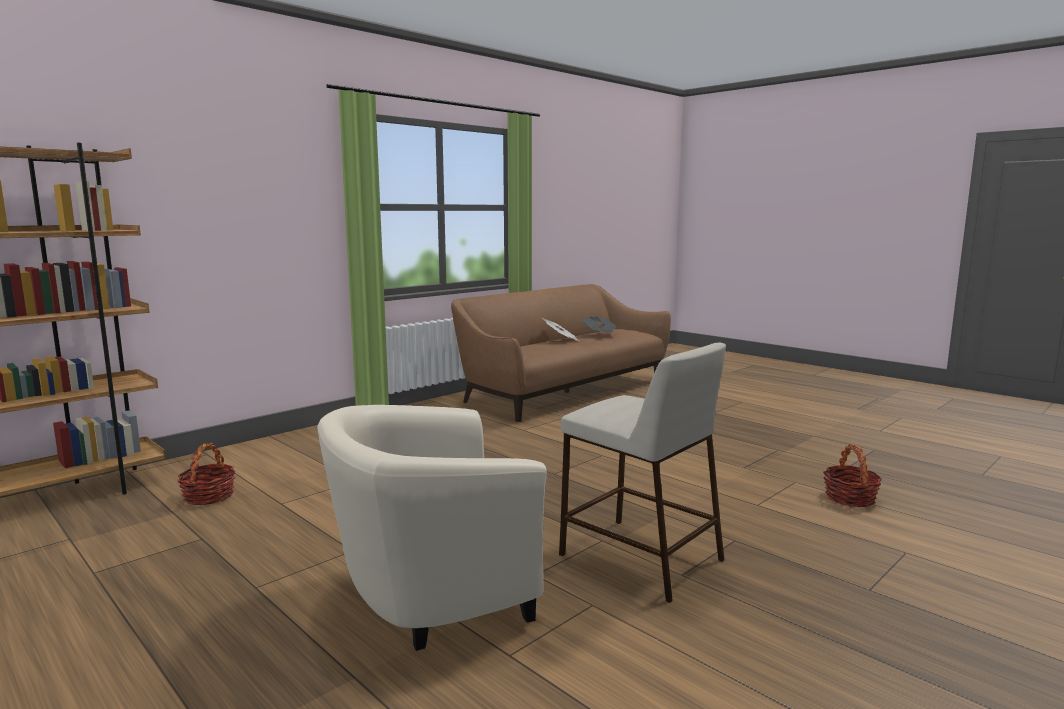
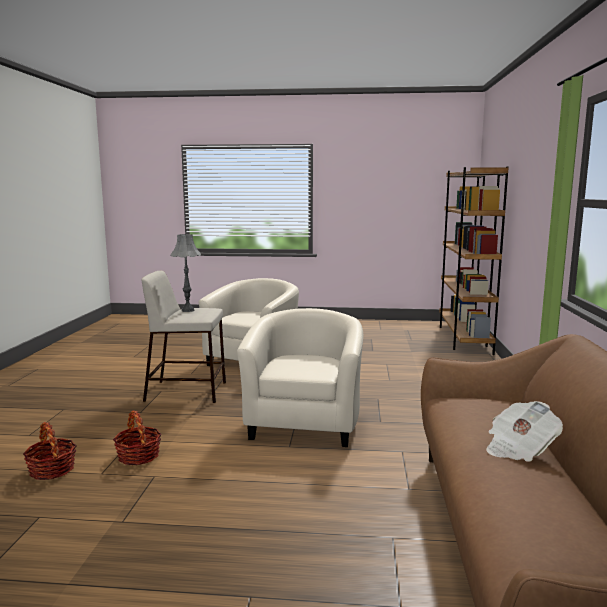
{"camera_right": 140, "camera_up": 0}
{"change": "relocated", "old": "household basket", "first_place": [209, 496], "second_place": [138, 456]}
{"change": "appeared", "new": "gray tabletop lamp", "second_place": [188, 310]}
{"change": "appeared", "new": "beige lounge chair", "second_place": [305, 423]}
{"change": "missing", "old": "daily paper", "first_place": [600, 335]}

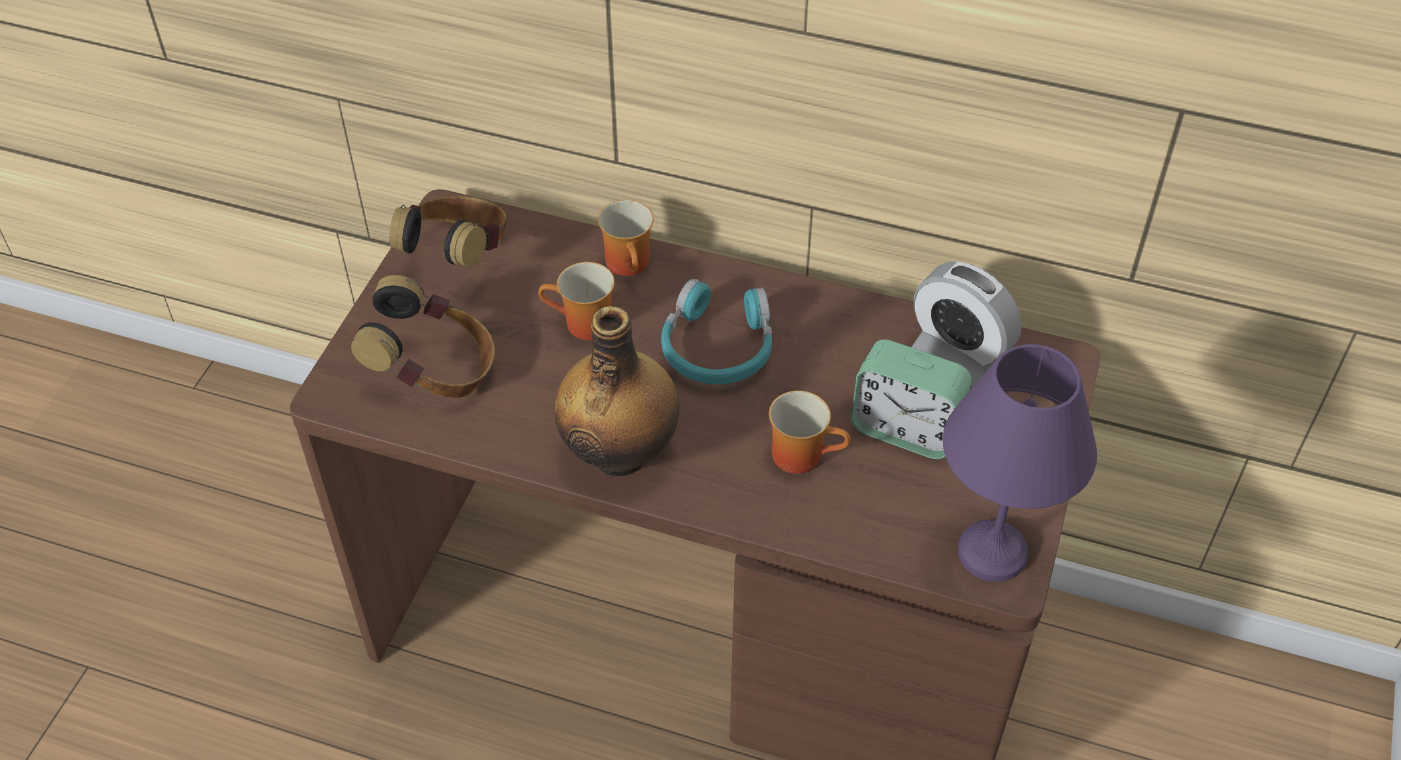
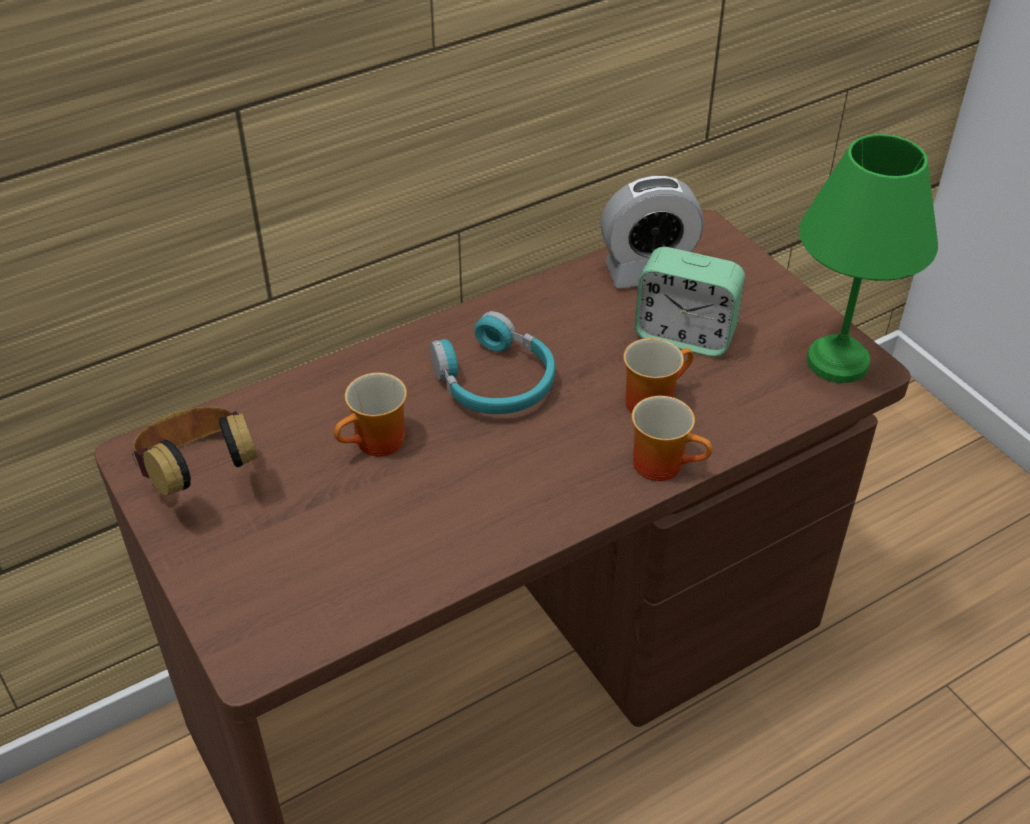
{"camera_right": -50, "camera_up": -5}
{"change": "relocated", "old": "tea mug", "first_place": [632, 264], "second_place": [664, 463]}
{"change": "spun", "old": "alarm clock", "first_place": [905, 429], "second_place": [684, 335], "degrees": 45}
{"change": "colour", "old": "purplish tabletop lamp", "new": "green tabletop lamp", "first_place": [988, 553], "second_place": [836, 363]}
{"change": "missing", "old": "pair of headphones", "first_place": [435, 372]}
{"change": "missing", "old": "drink bottle", "first_place": [621, 452]}

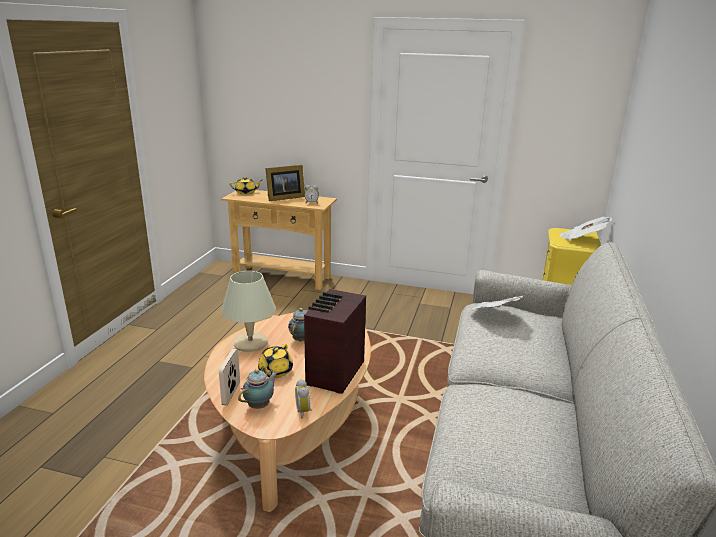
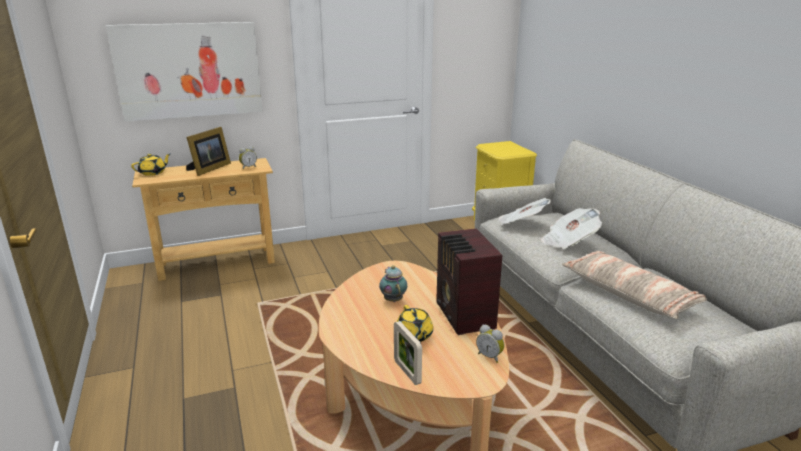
{"camera_right": -35, "camera_up": 0}
{"change": "appeared", "new": "wall picture", "second_place": [189, 70]}
{"change": "relocated", "old": "daily paper", "first_place": [582, 239], "second_place": [569, 241]}
{"change": "appeared", "new": "pillow", "second_place": [628, 294]}
{"change": "missing", "old": "beige tabletop lamp", "first_place": [250, 343]}
{"change": "missing", "old": "teapot", "first_place": [260, 405]}

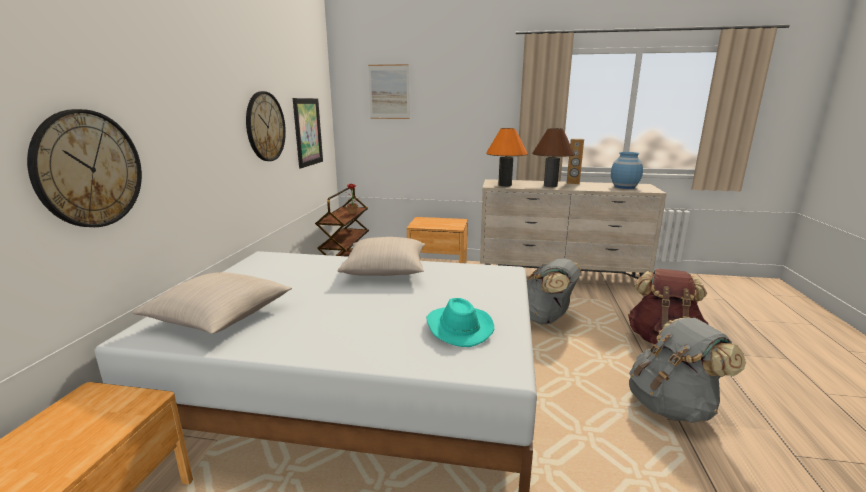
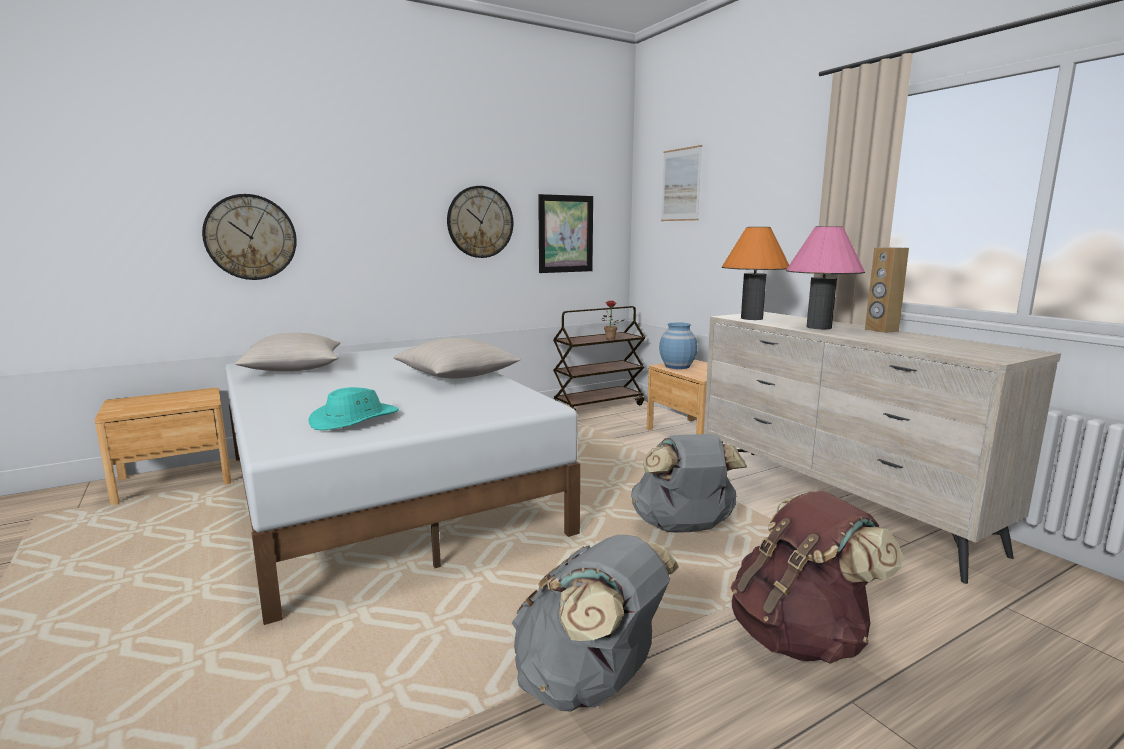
{"camera_right": 50, "camera_up": -5}
{"change": "relocated", "old": "blue-coloured flower vase", "first_place": [624, 187], "second_place": [677, 366]}
{"change": "colour", "old": "brown-coloured tabletop lamp", "new": "pinkish tabletop lamp", "first_place": [550, 185], "second_place": [819, 327]}

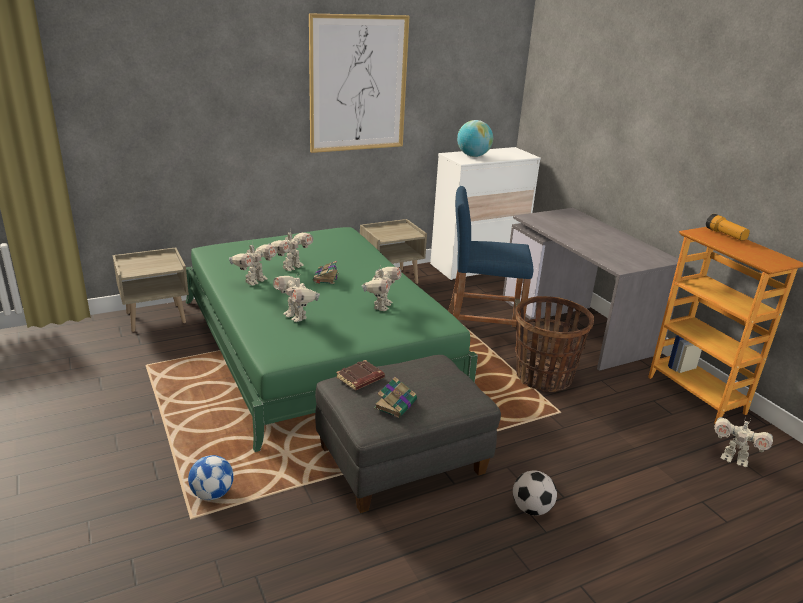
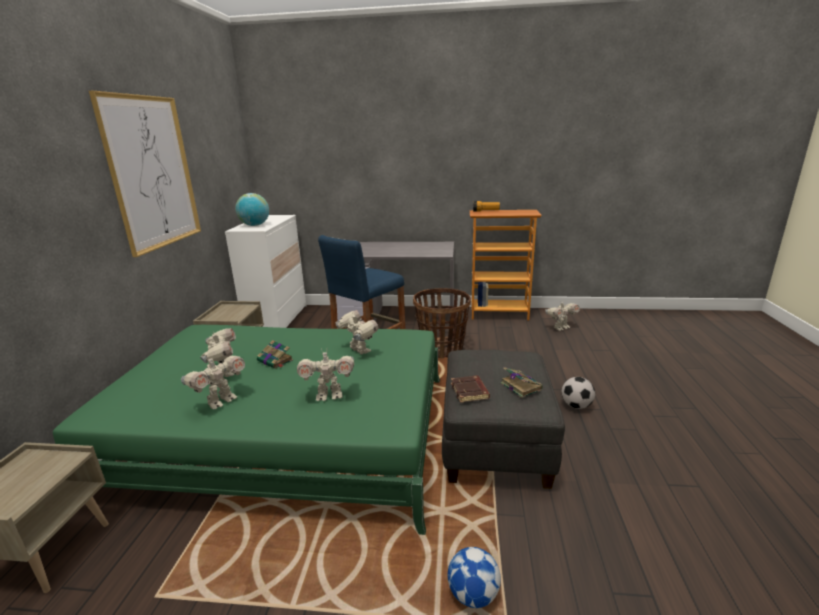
{"camera_right": -55, "camera_up": -5}
{"change": "spun", "old": "robot figure", "first_place": [254, 281], "second_place": [220, 401], "degrees": 60}

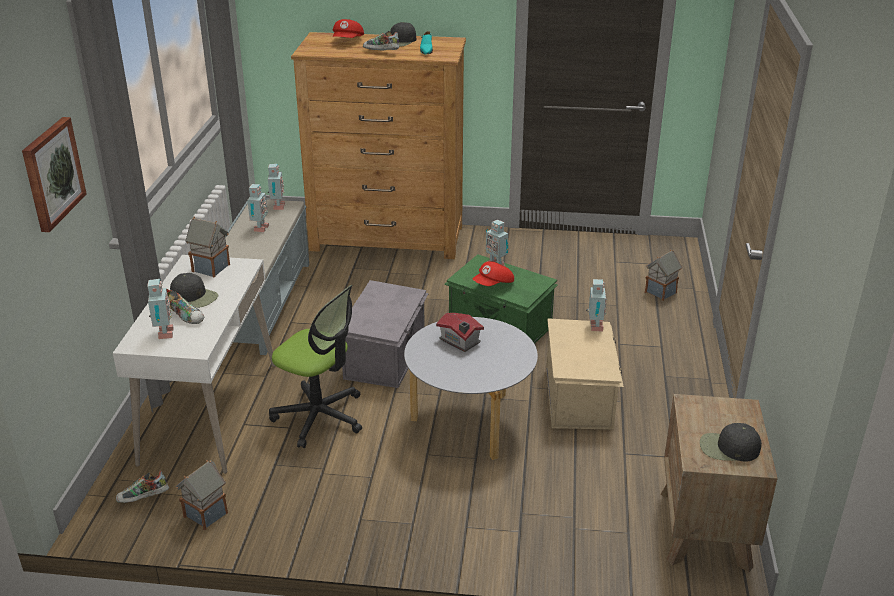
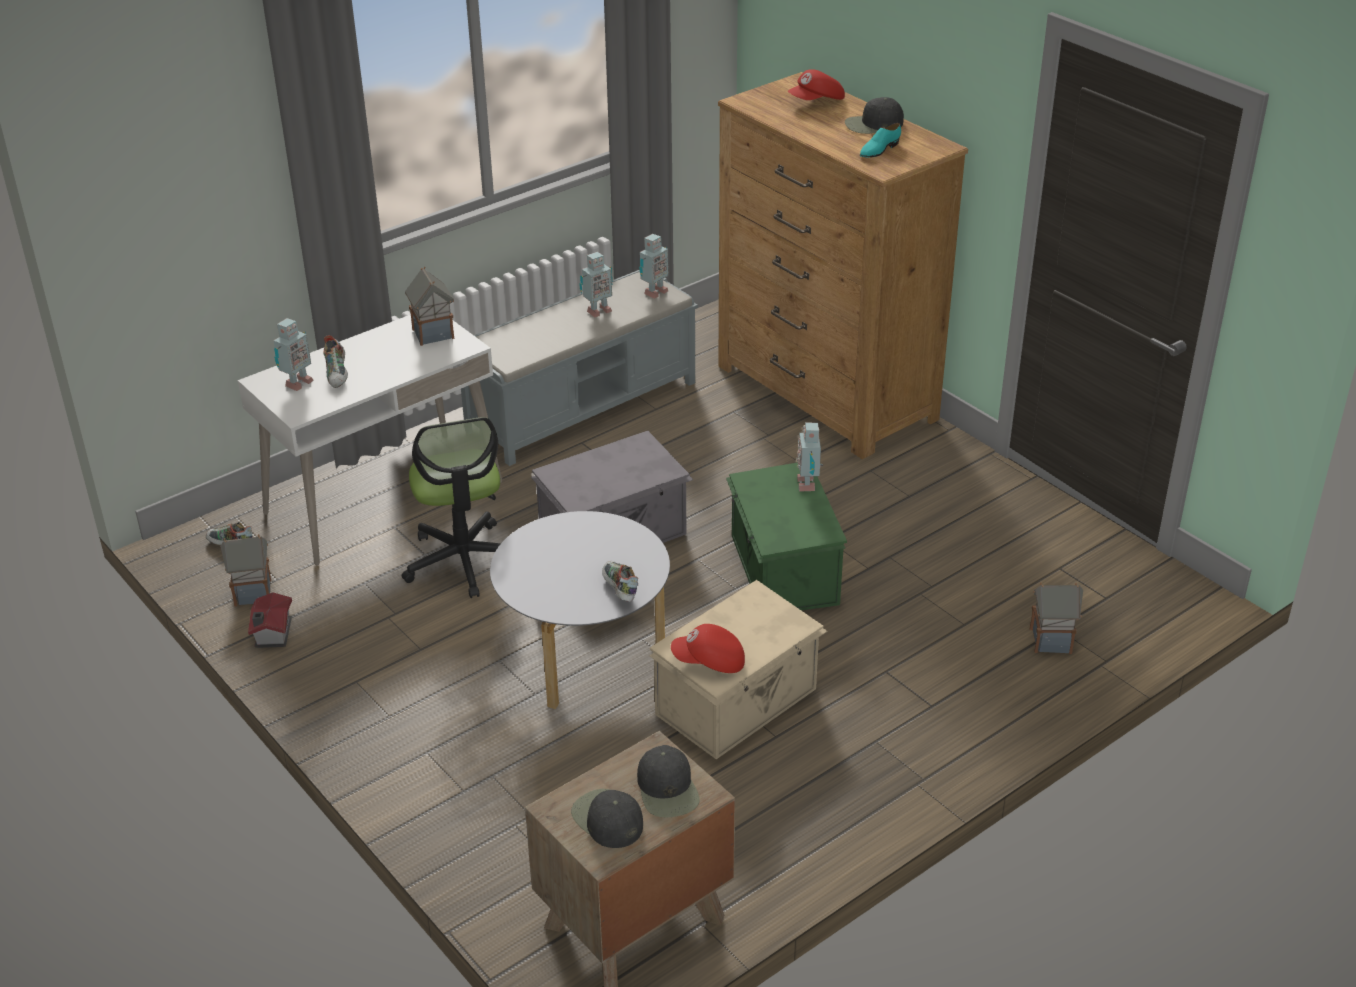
{"camera_right": 45, "camera_up": 5}
{"change": "relocated", "old": "model house", "first_place": [459, 341], "second_place": [272, 633]}
{"change": "relocated", "old": "low shoe", "first_place": [381, 52], "second_place": [619, 590]}
{"change": "relocated", "old": "blackish peaked cap", "first_place": [194, 296], "second_place": [668, 789]}
{"change": "relocated", "old": "red peaked cap", "first_place": [494, 284], "second_place": [709, 662]}
{"change": "missing", "old": "wall picture", "first_place": [52, 173]}
{"change": "missing", "old": "robot figure", "first_place": [594, 327]}

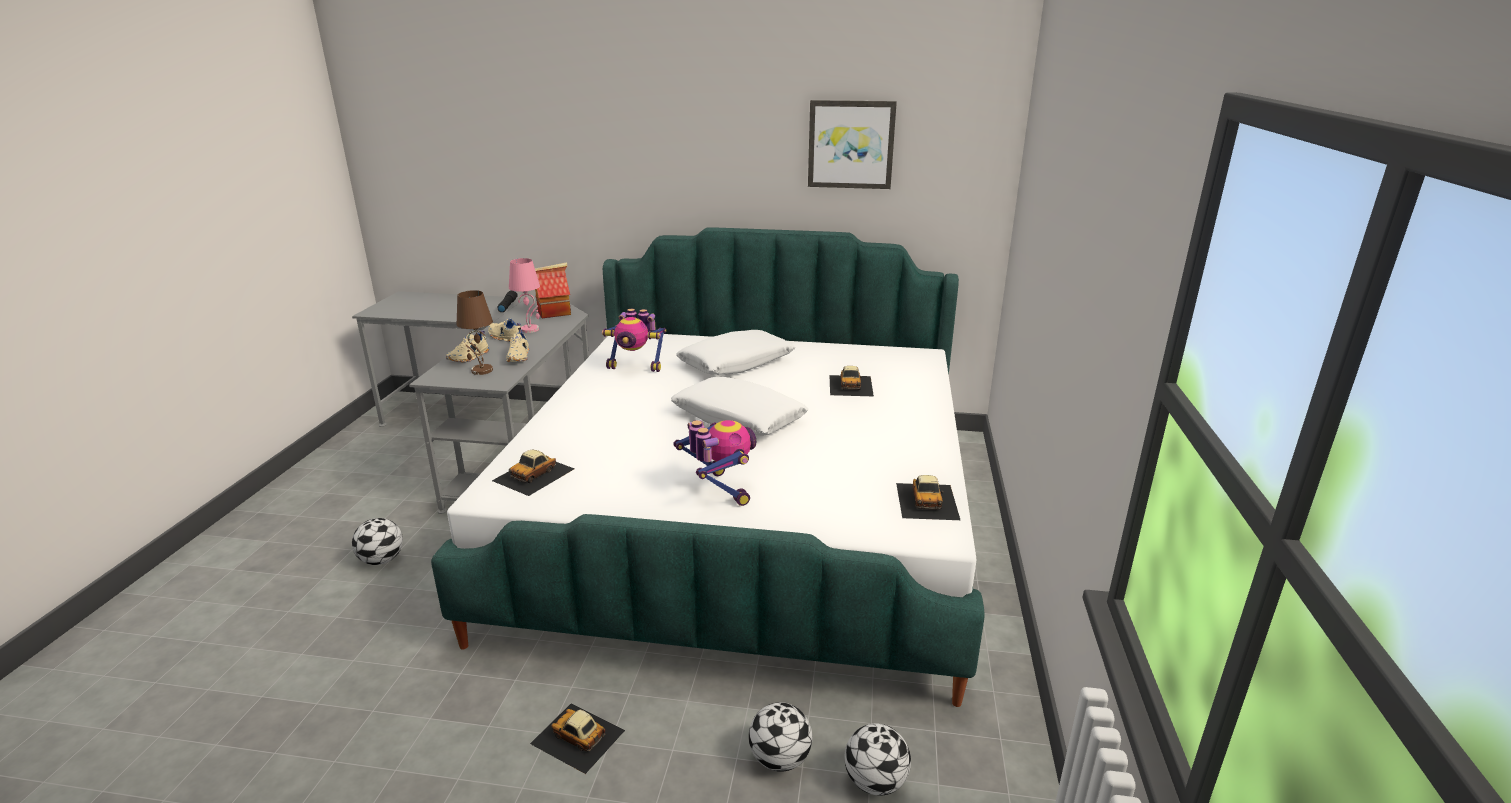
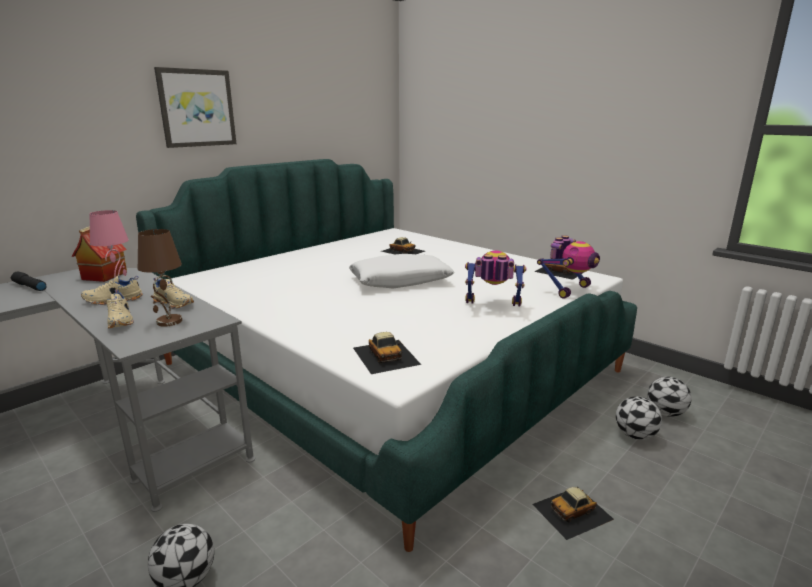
{"camera_right": -55, "camera_up": -5}
{"change": "relocated", "old": "wall picture", "first_place": [851, 144], "second_place": [197, 108]}
{"change": "relocated", "old": "robot figure", "first_place": [636, 367], "second_place": [568, 290]}
{"change": "missing", "old": "white-coloured pillow", "first_place": [736, 363]}

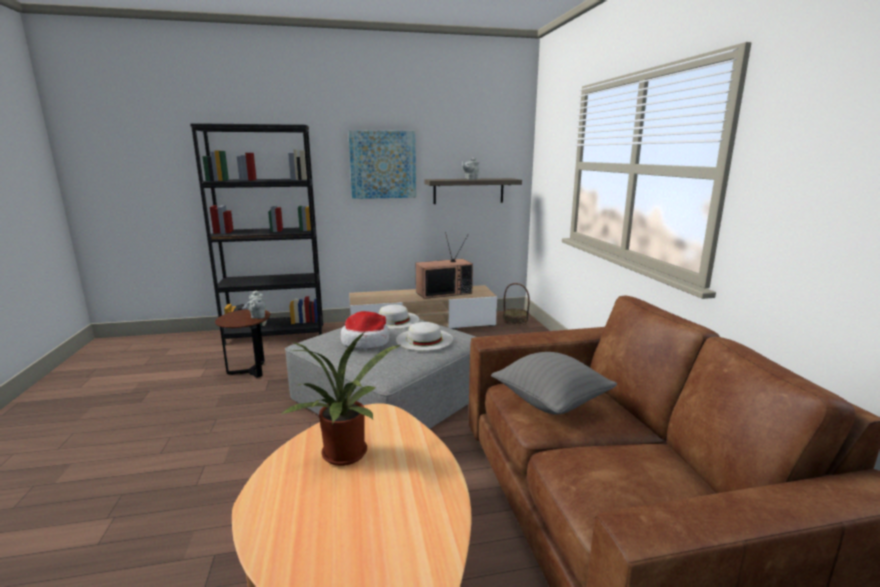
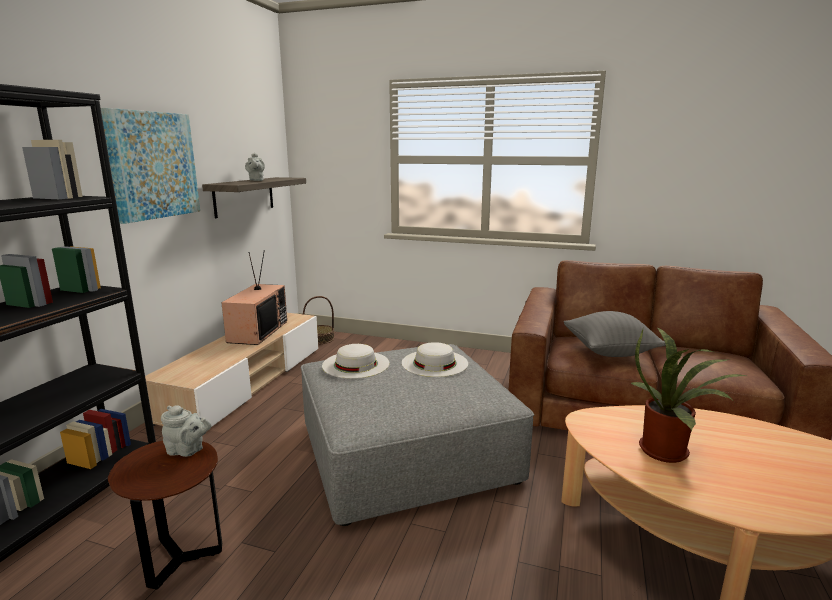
{"camera_right": -60, "camera_up": 0}
{"change": "missing", "old": "hat", "first_place": [366, 341]}

